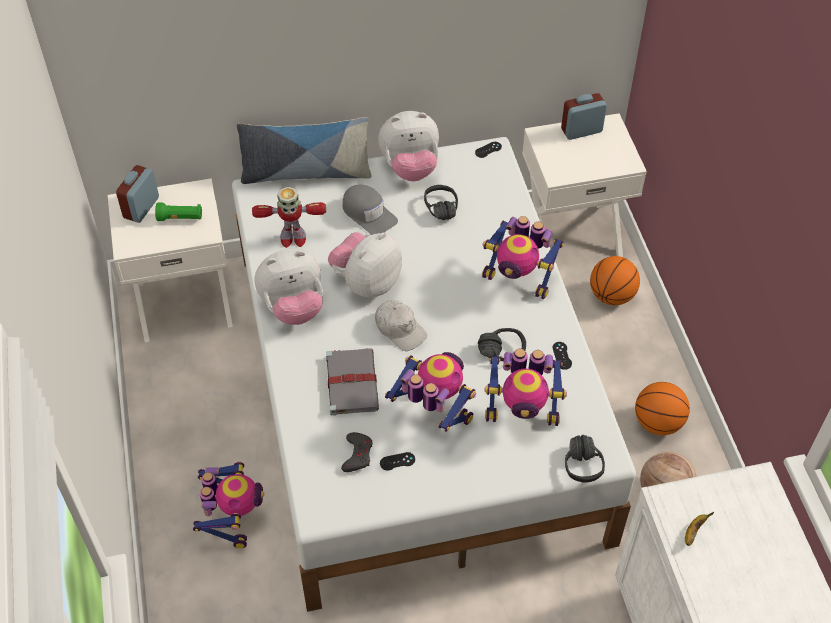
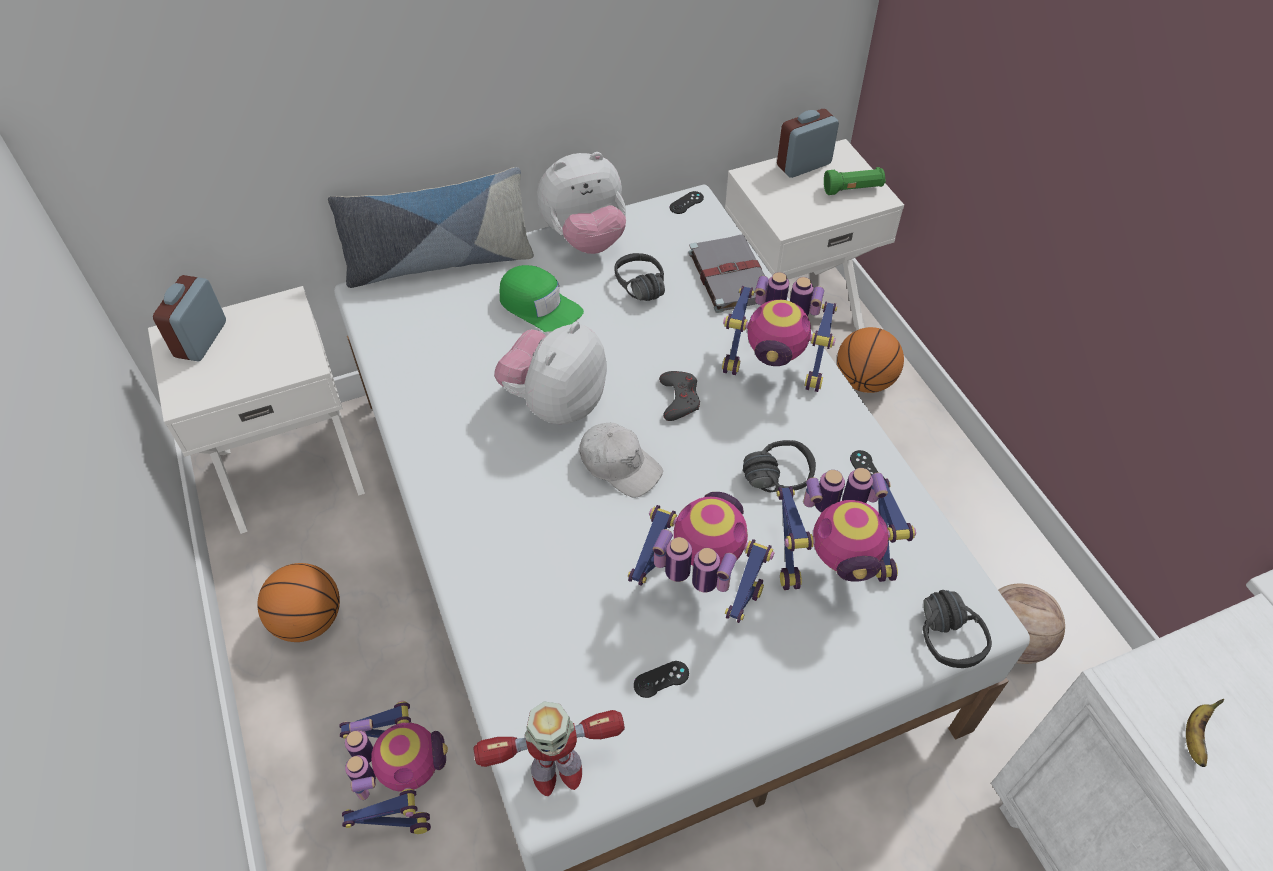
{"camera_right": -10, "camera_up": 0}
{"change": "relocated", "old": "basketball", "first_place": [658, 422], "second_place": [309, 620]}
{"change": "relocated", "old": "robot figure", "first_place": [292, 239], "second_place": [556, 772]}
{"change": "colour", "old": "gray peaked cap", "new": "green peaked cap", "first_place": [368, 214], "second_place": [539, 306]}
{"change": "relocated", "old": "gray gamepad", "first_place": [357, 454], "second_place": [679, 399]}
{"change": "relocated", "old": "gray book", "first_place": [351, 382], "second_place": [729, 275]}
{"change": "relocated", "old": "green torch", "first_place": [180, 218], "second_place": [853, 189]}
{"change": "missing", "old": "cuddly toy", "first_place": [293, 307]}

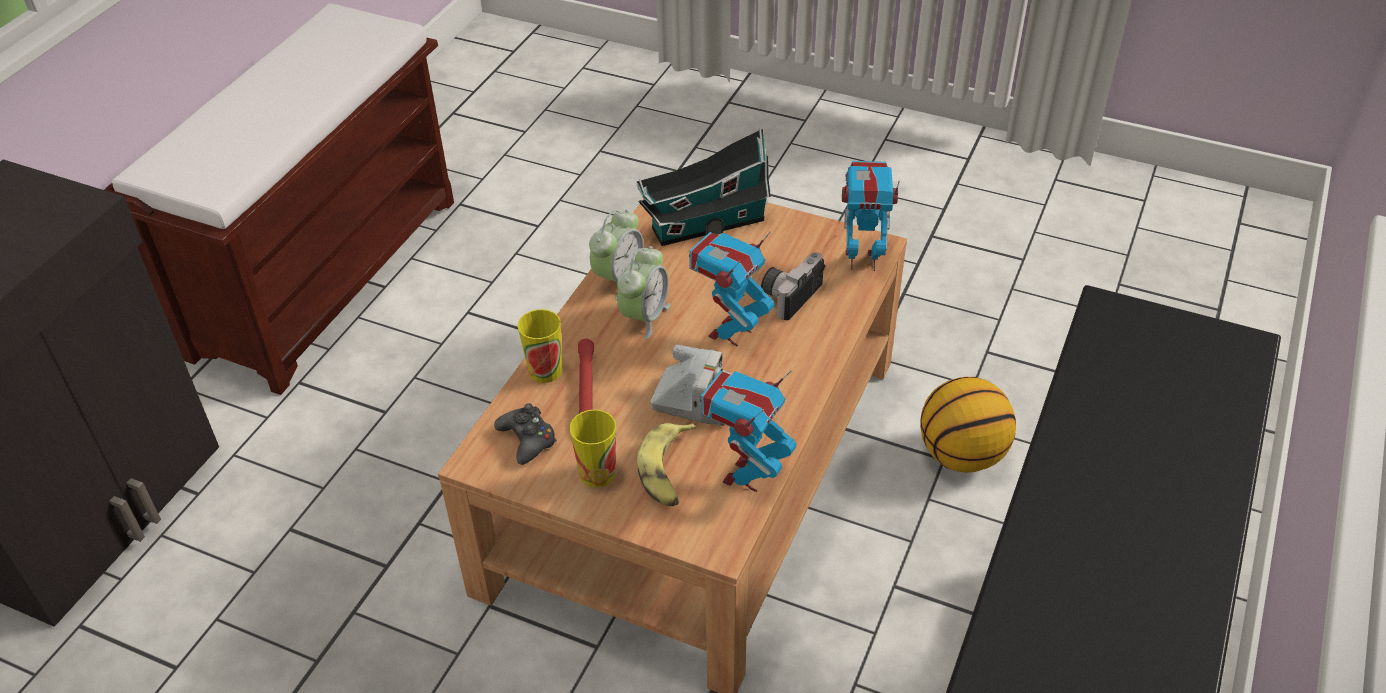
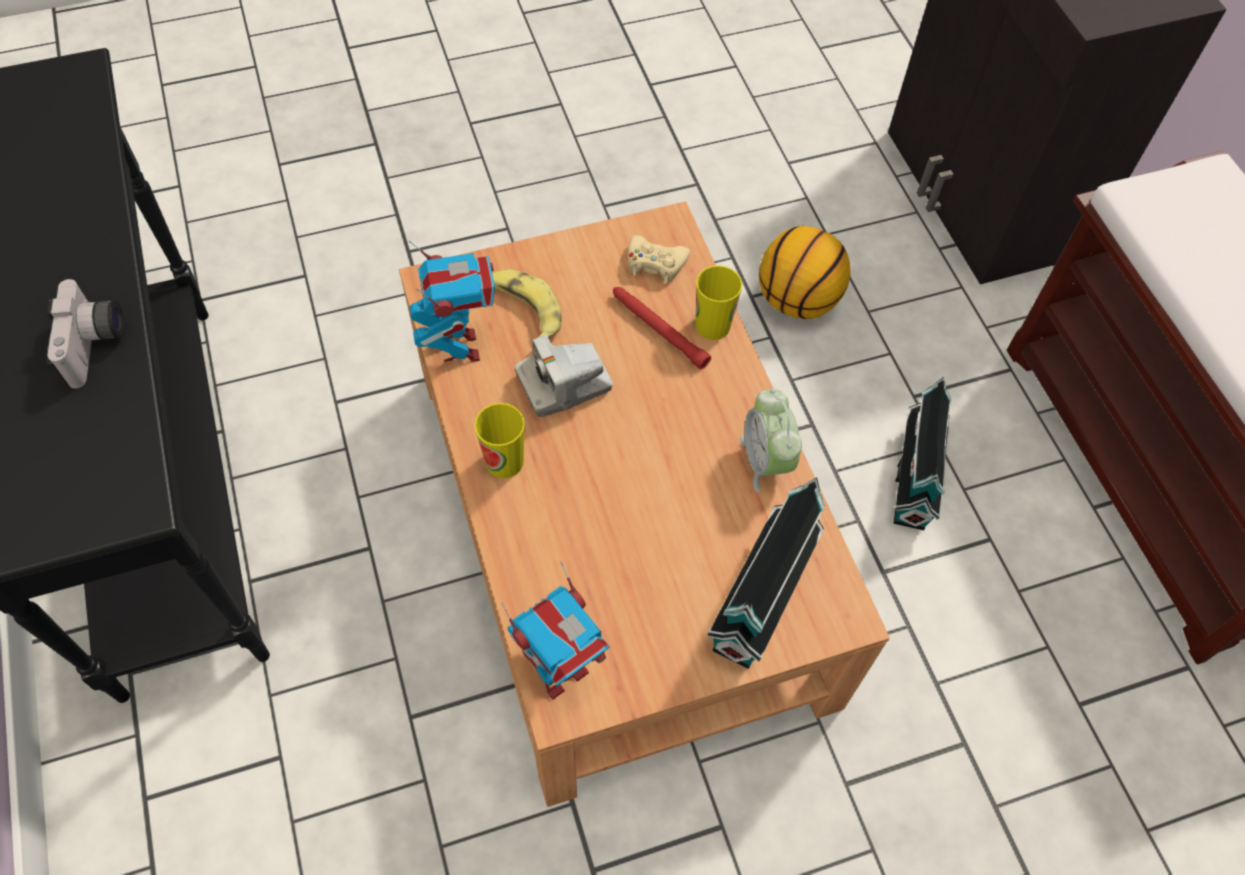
{"camera_right": 135, "camera_up": 15}
{"change": "relocated", "old": "photo camera", "first_place": [789, 294], "second_place": [96, 346]}
{"change": "relocated", "old": "small cup", "first_place": [597, 473], "second_place": [504, 461]}
{"change": "colour", "old": "blackish gamepad", "new": "beige gamepad", "first_place": [527, 439], "second_place": [655, 264]}
{"change": "relocated", "old": "basketball", "first_place": [962, 455], "second_place": [796, 300]}
{"change": "appeared", "new": "model house", "second_place": [915, 473]}
{"change": "missing", "old": "alarm clock", "first_place": [644, 317]}
{"change": "missing", "old": "robot figure", "first_place": [730, 332]}

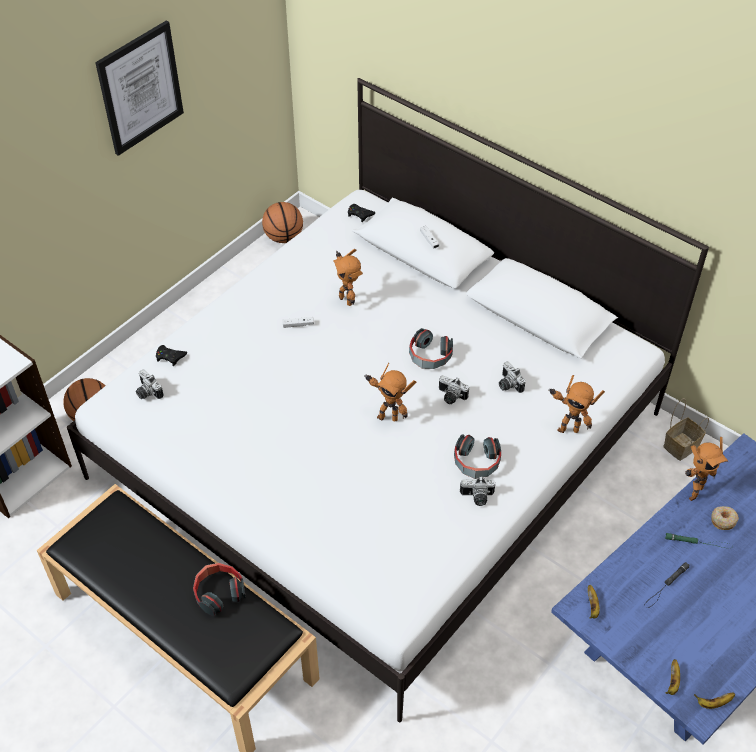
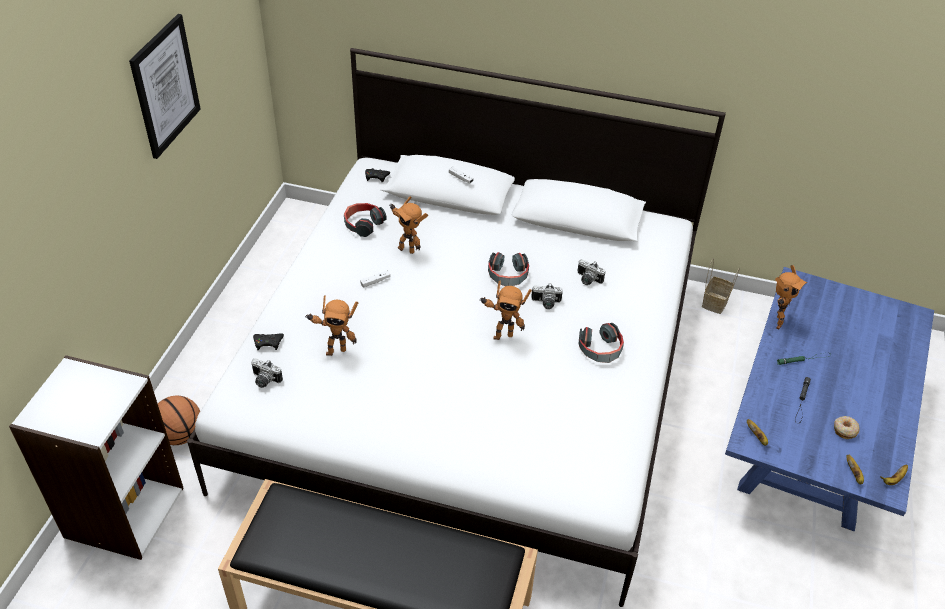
{"camera_right": -25, "camera_up": -5}
{"change": "relocated", "old": "robot figure", "first_place": [567, 428], "second_place": [335, 350]}
{"change": "relocated", "old": "pair of headphones", "first_place": [219, 592], "second_place": [363, 224]}
{"change": "relocated", "old": "doughnut", "first_place": [723, 520], "second_place": [844, 430]}
{"change": "missing", "old": "basketball", "first_place": [284, 237]}
{"change": "missing", "old": "photo camera", "first_place": [477, 498]}

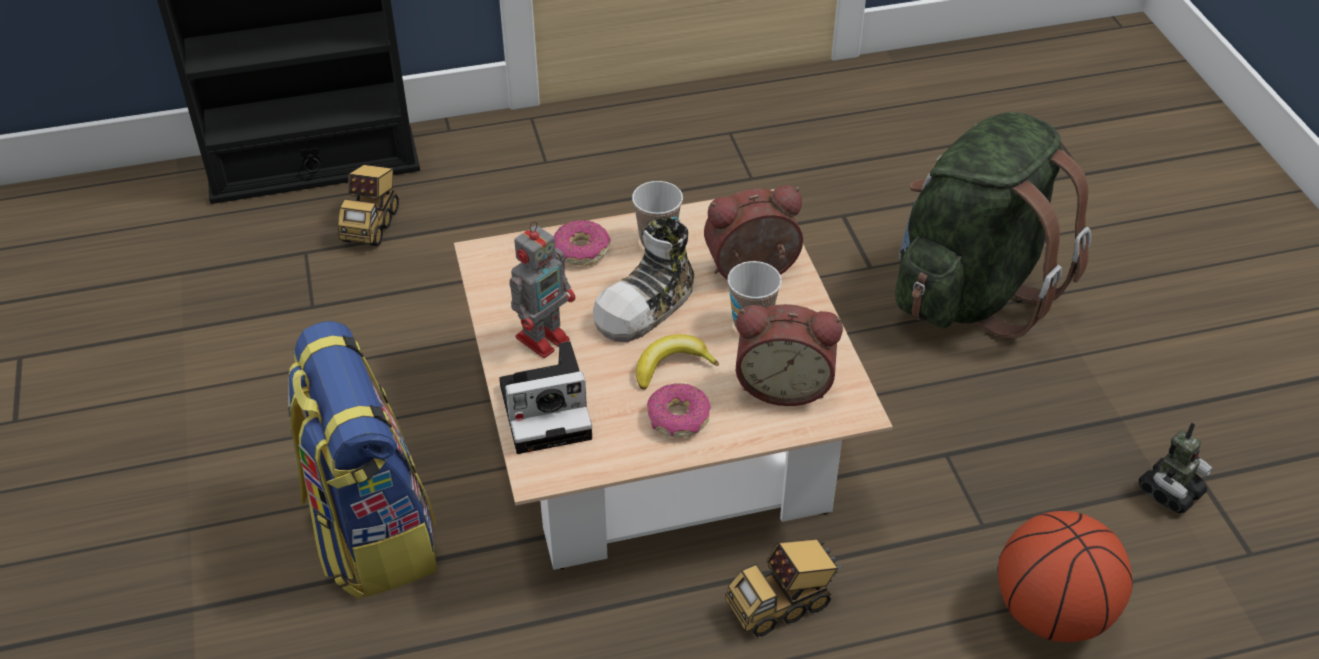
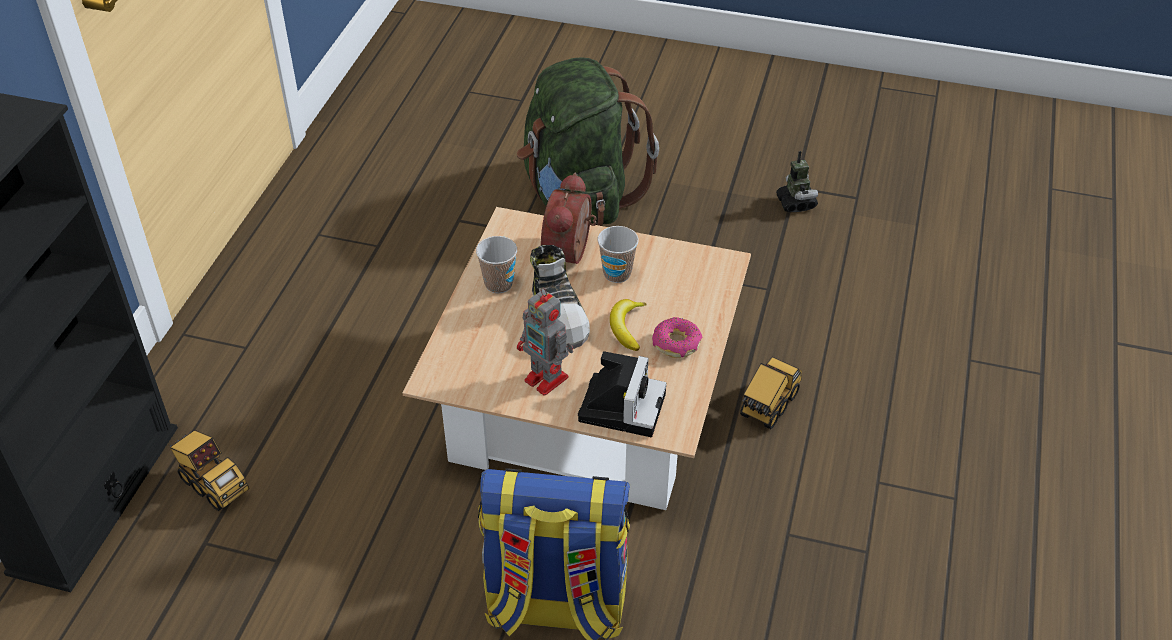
{"camera_right": -60, "camera_up": 0}
{"change": "spun", "old": "robot figure", "first_place": [544, 337], "second_place": [548, 380], "degrees": 150}
{"change": "spun", "old": "toy lorry", "first_place": [782, 604], "second_place": [768, 406], "degrees": -150}
{"change": "missing", "old": "doughnut", "first_place": [581, 250]}
{"change": "missing", "old": "alarm clock", "first_place": [784, 384]}
{"change": "missing", "old": "basketball", "first_place": [1051, 612]}

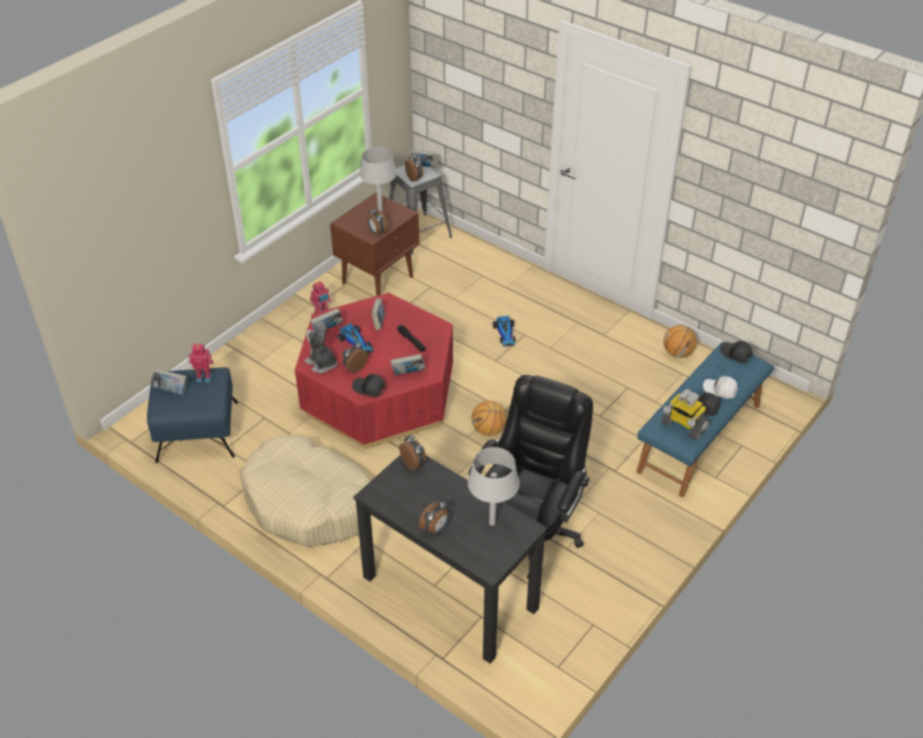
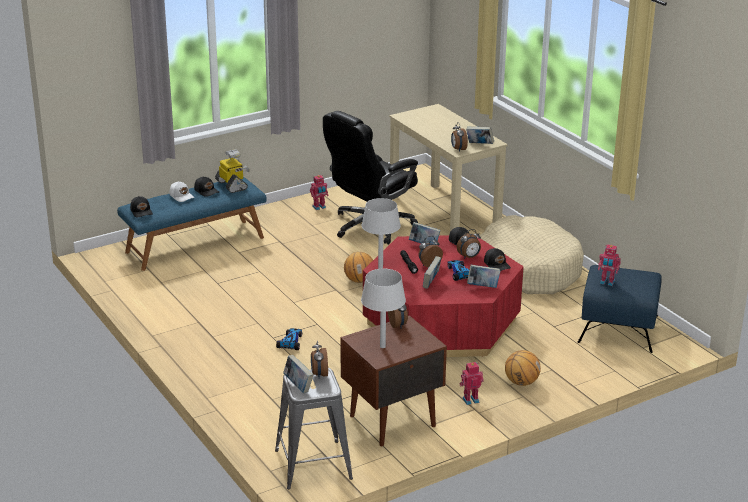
{"camera_right": -160, "camera_up": -15}
{"change": "appeared", "new": "robot figure", "second_place": [319, 207]}
{"change": "relocated", "old": "gray tabletop lamp", "first_place": [492, 523], "second_place": [380, 267]}
{"change": "colour", "old": "blackish desk", "new": "beige desk", "first_place": [449, 592], "second_place": [444, 212]}
{"change": "relocated", "old": "alarm clock", "first_place": [435, 529], "second_place": [429, 264]}
{"change": "relocated", "old": "book", "first_place": [172, 391], "second_place": [479, 145]}
{"change": "exchanged", "old": "cuddly toy", "new": "blackish peaked cap", "first_place": [322, 364], "second_place": [497, 264]}
{"change": "relocated", "old": "basketball", "first_place": [678, 353], "second_place": [521, 382]}

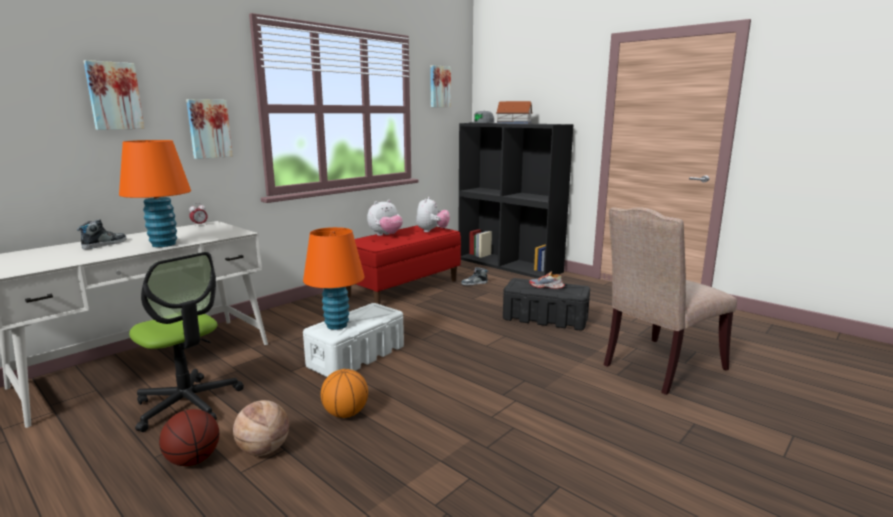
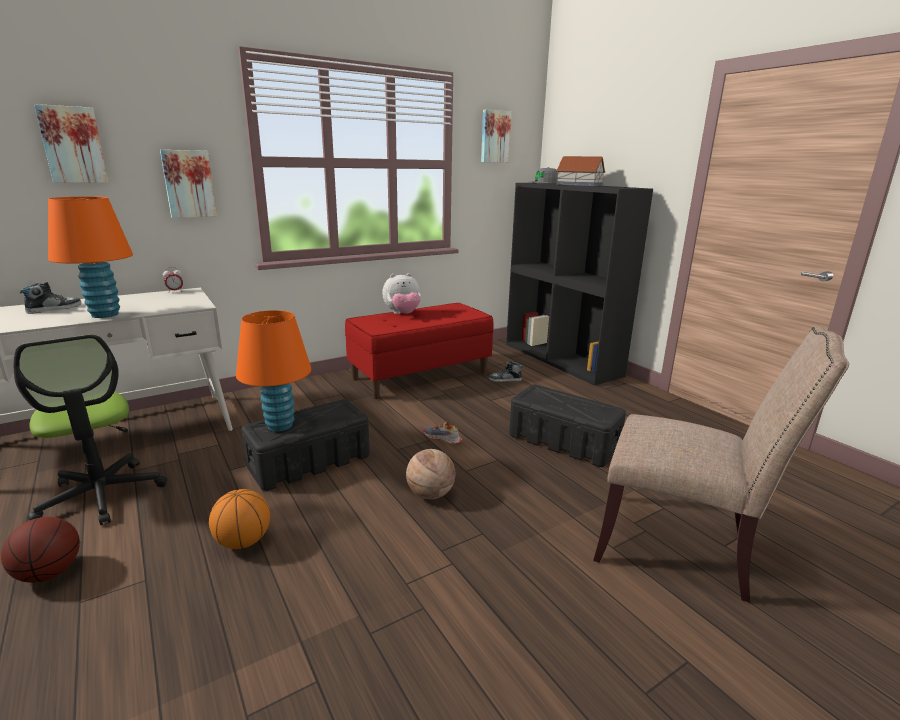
{"camera_right": 15, "camera_up": 5}
{"change": "colour", "old": "white-coloured storage box", "new": "blackish storage box", "first_place": [357, 356], "second_place": [310, 461]}
{"change": "relocated", "old": "basketball", "first_place": [264, 450], "second_place": [430, 494]}
{"change": "relocated", "old": "low shoe", "first_place": [546, 286], "second_place": [442, 438]}
{"change": "spun", "old": "beige chair", "first_place": [659, 367], "second_place": [680, 547], "degrees": -135}
{"change": "missing", "old": "cuddly toy", "first_place": [432, 231]}

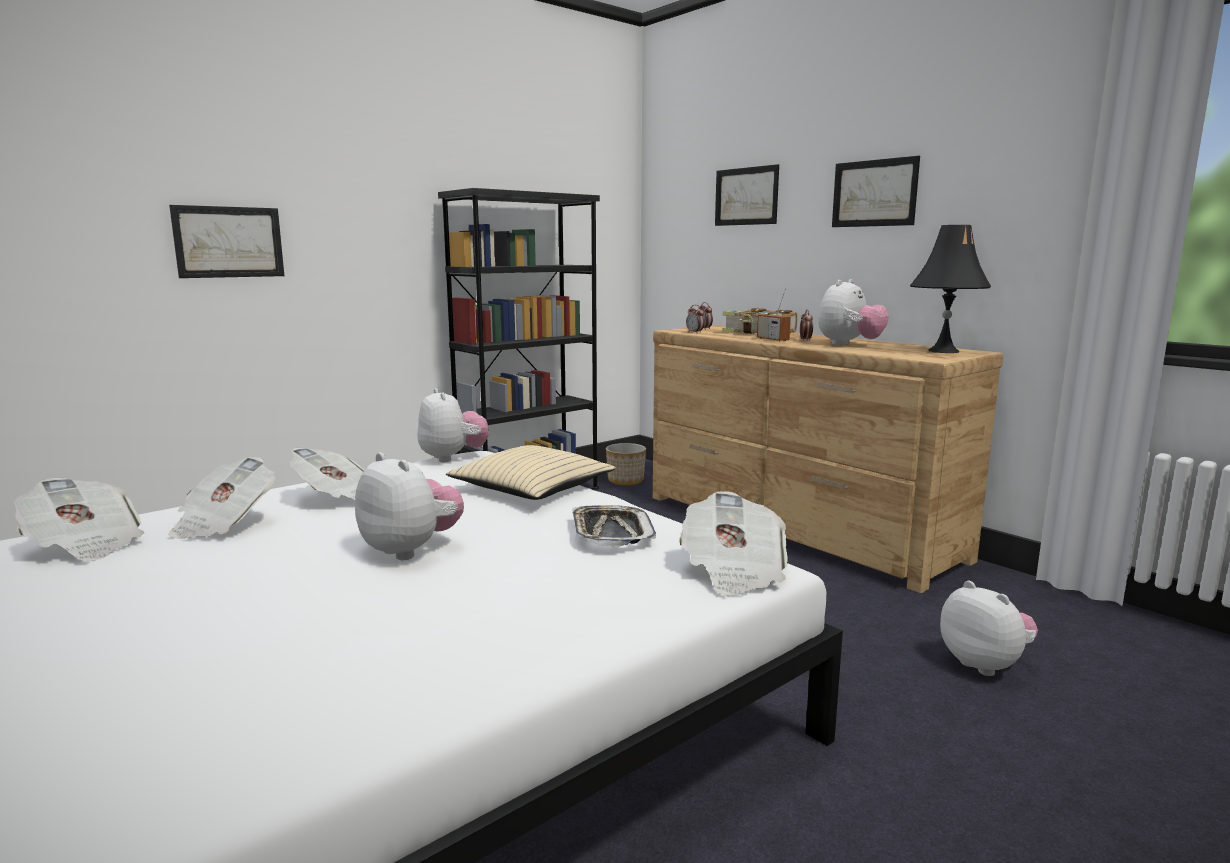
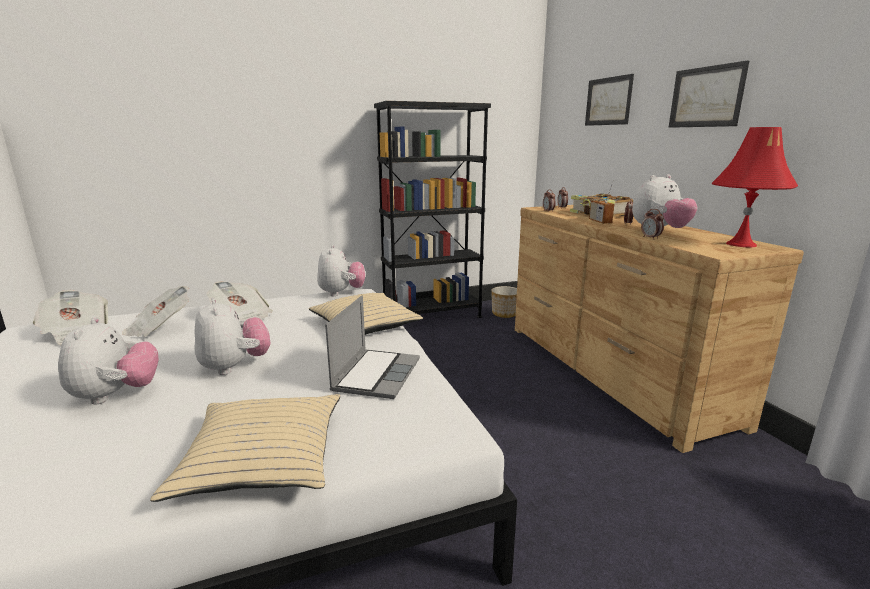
{"camera_right": 20, "camera_up": 5}
{"change": "relocated", "old": "cuddly toy", "first_place": [984, 664], "second_place": [116, 395]}
{"change": "appeared", "new": "beige pillow", "second_place": [262, 458]}
{"change": "exchanged", "old": "serving tray", "new": "portable computer", "first_place": [611, 533], "second_place": [376, 374]}
{"change": "appeared", "new": "alarm clock", "second_place": [650, 238]}
{"change": "colour", "old": "blackish tabletop lamp", "new": "red tabletop lamp", "first_place": [943, 351], "second_place": [741, 244]}
{"change": "missing", "old": "wall picture", "first_place": [229, 242]}
{"change": "missing", "old": "daily paper", "first_place": [733, 571]}

